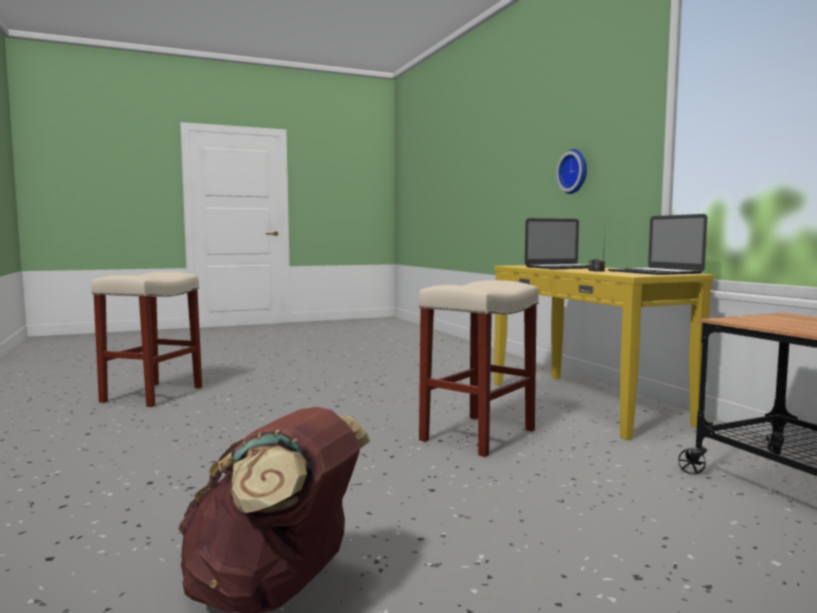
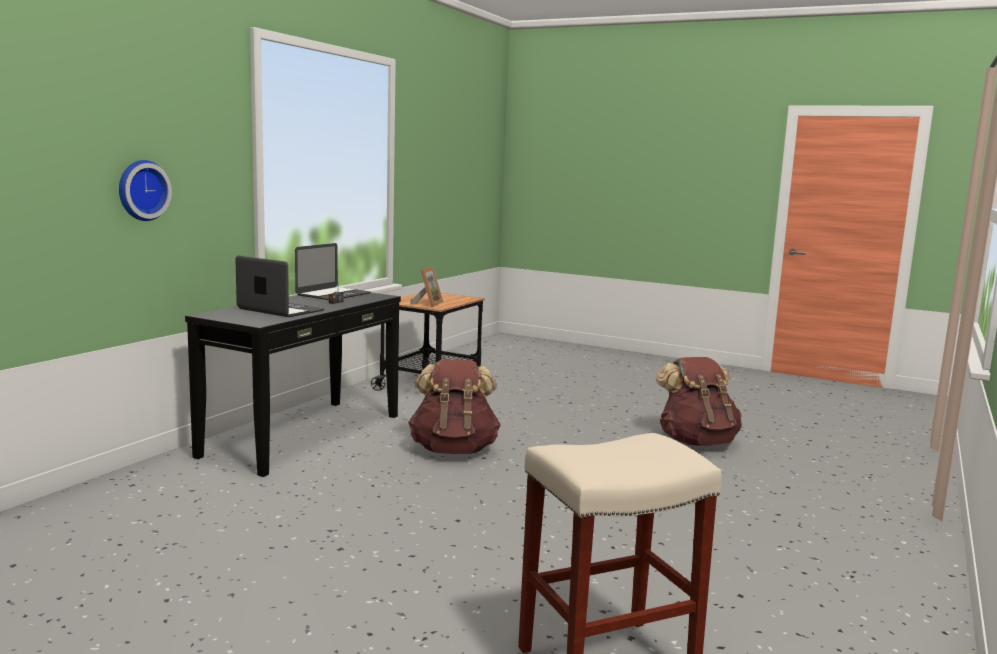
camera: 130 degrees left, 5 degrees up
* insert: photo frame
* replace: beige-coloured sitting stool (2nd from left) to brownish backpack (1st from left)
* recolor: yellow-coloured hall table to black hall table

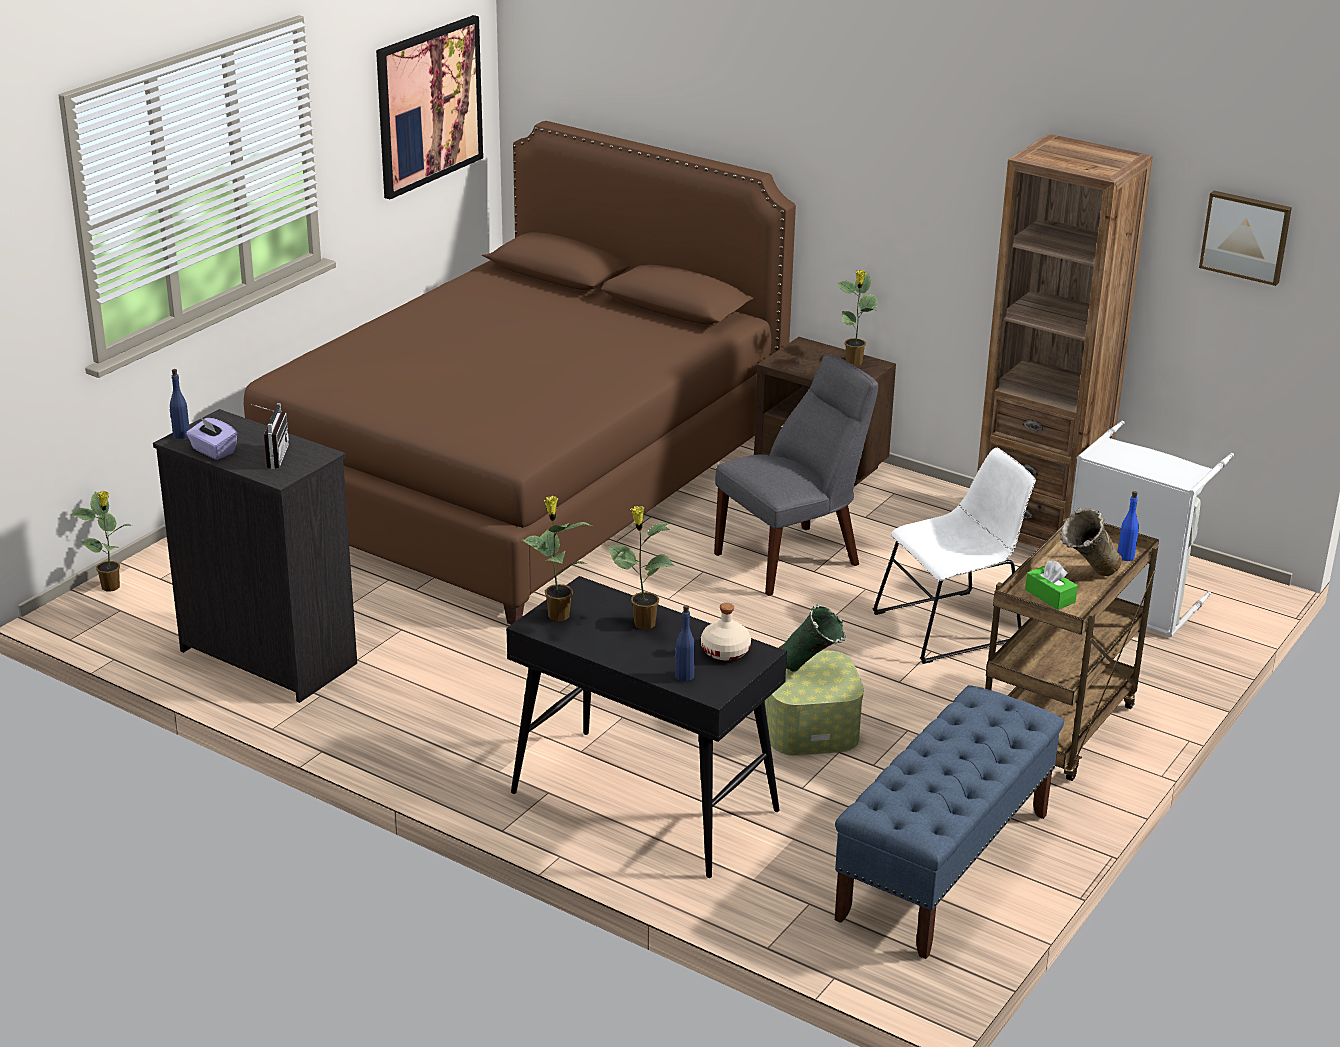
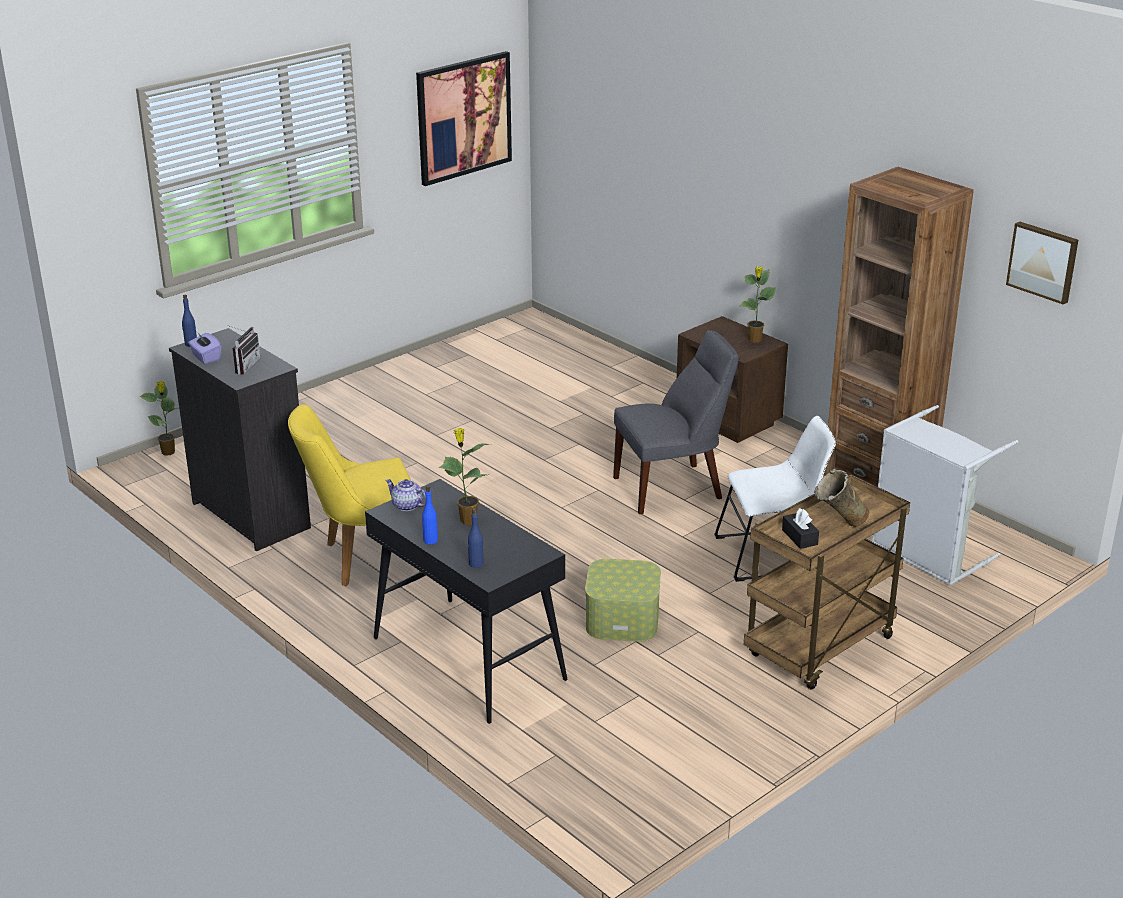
camera: 15 degrees right, 0 degrees up
* delete: brownish sleeping bed
* delete: beige-coloured beverage bottle
* delete: green vase
* delete: blue long seat
* insert: yellow-coloured chair
* move: blue beverage bottle (3rd from left in the first image) to blue beverage bottle (2nd from left)
* replace: houseplant (2nd from left) to tea pot
* recolor: green tissue holder to black tissue holder

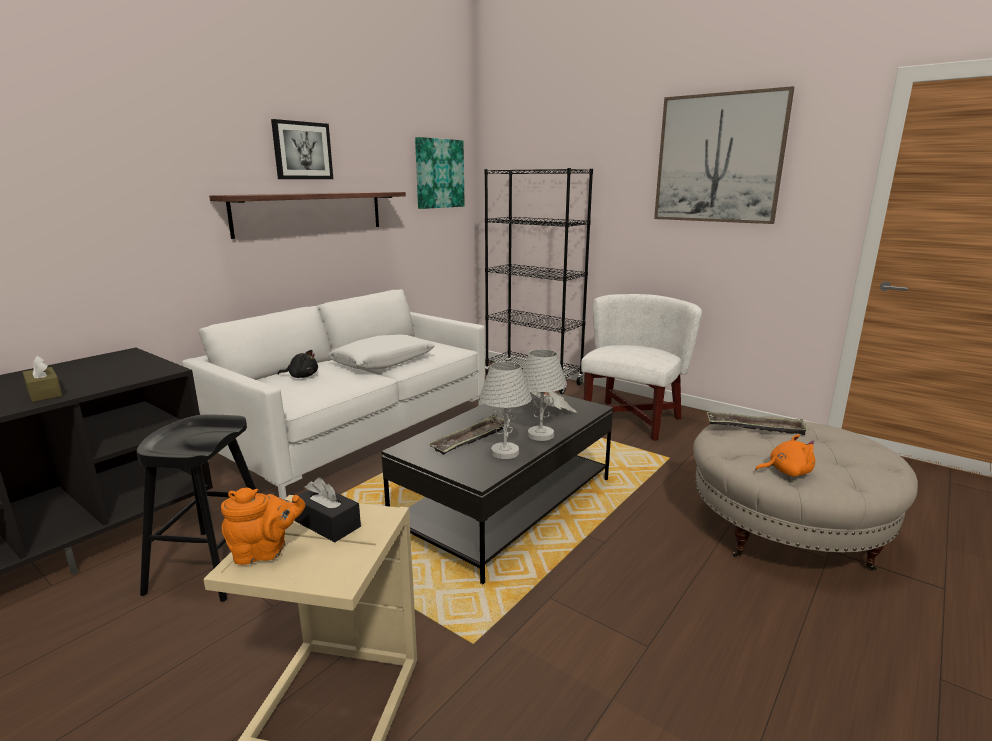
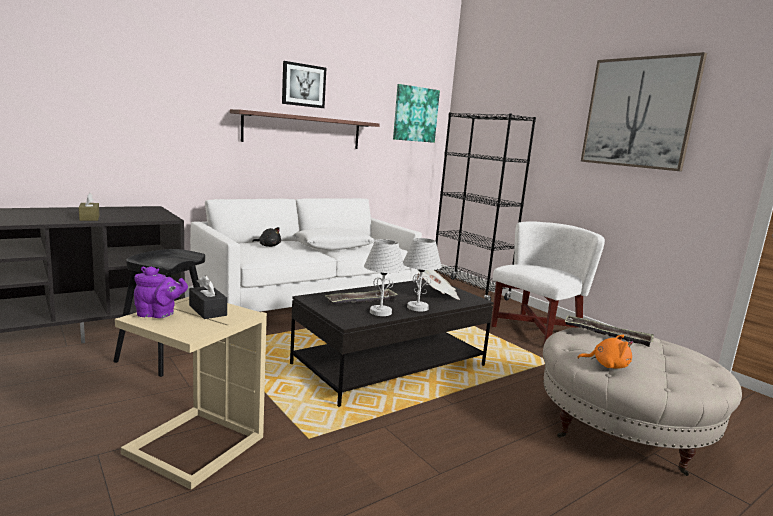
camera: 15 degrees right, 5 degrees down
* recolor: orange tea pot to purple-coloured tea pot

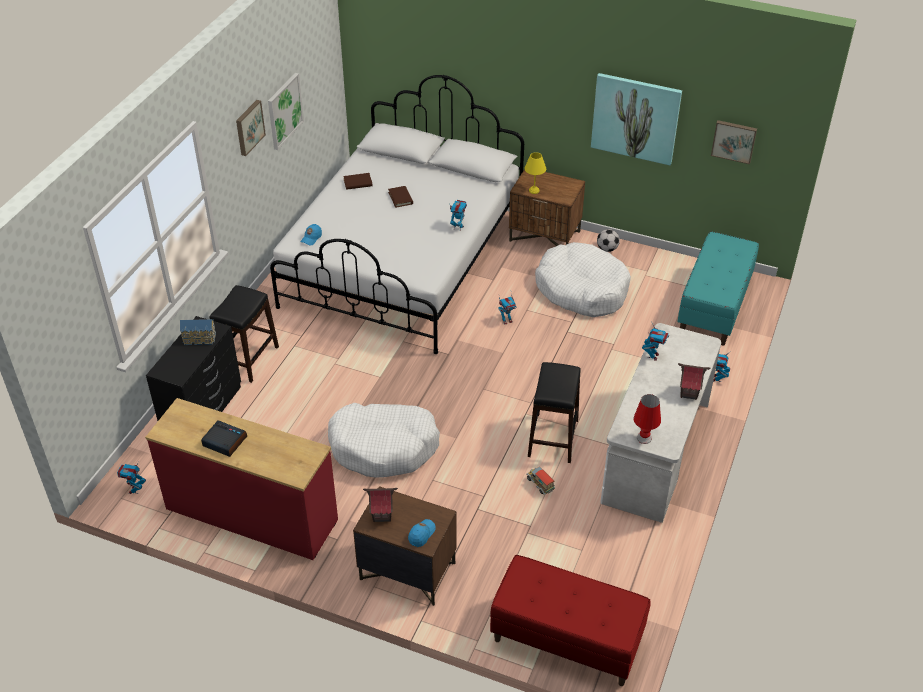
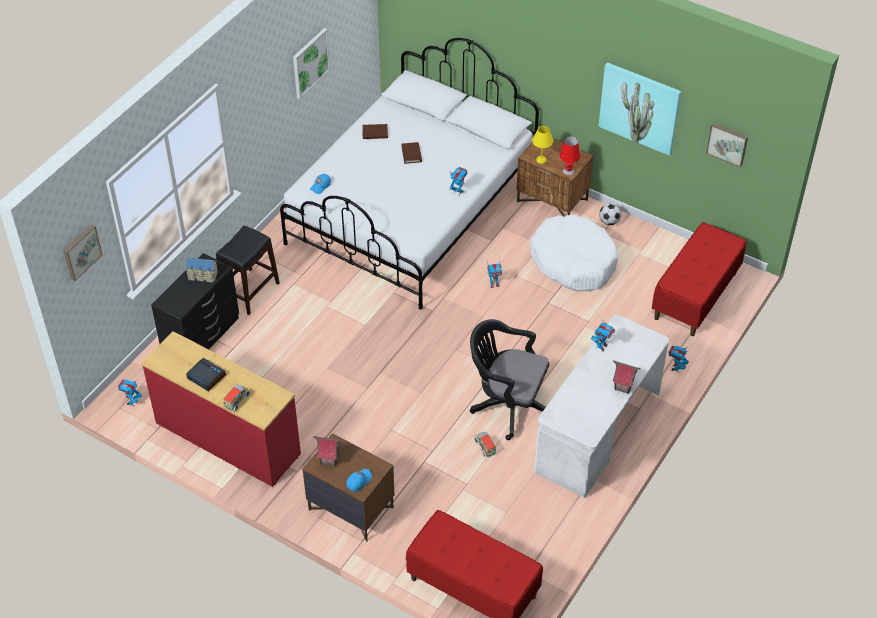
camera: 10 degrees right, 5 degrees up
* delete: white-coloured dog cushion (1st from left)
* insert: toy lorry (1st from left)
* move: picture (1st from left)
* move: reddish table lamp
* replace: black sitting stool (2nd from left) to black computer chair
* recolor: turquoise long seat to reddish long seat (2nd from left)

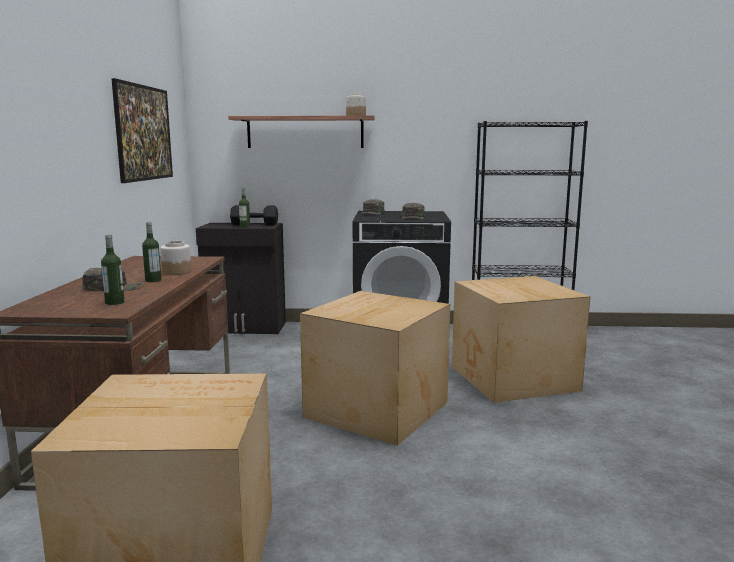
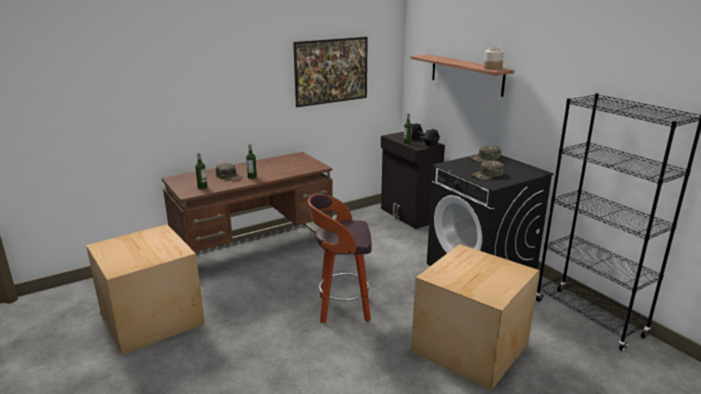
camera: 55 degrees right, 10 degrees up
* delete: jar (1st from left)
* replace: packing box (2nd from left) to sitting stool

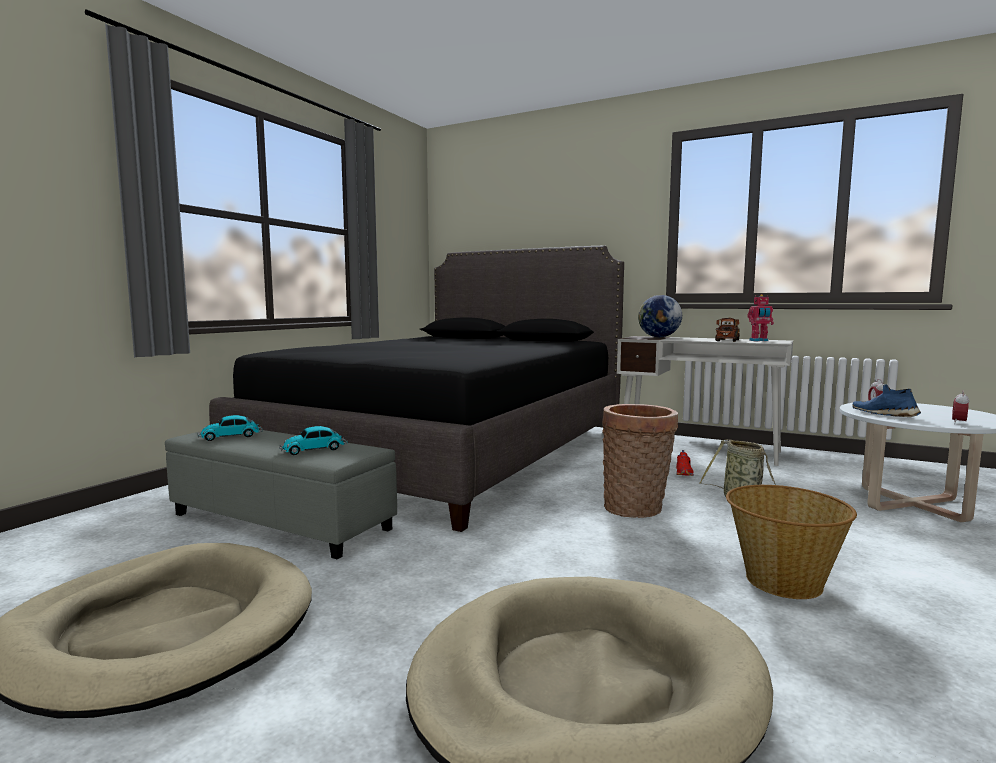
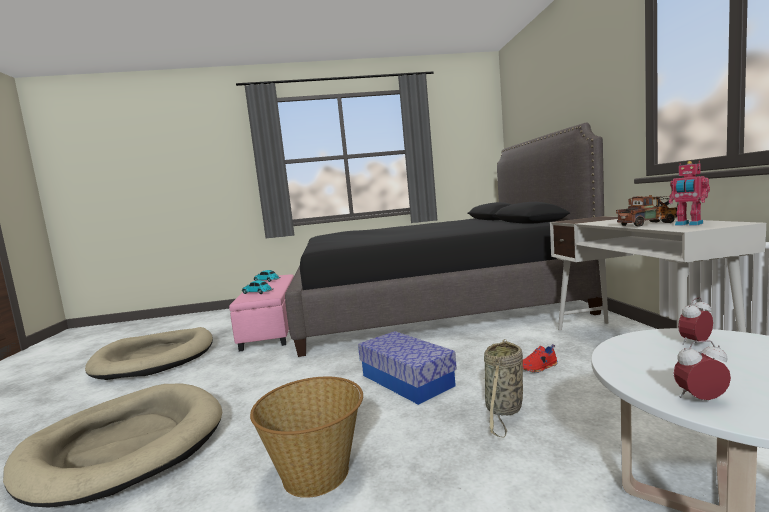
camera: 55 degrees right, 0 degrees up
* delete: globe
* delete: blue low shoe
* replace: basket (1st from left) to storage box
* recolor: greyish footrest to pinkish footrest

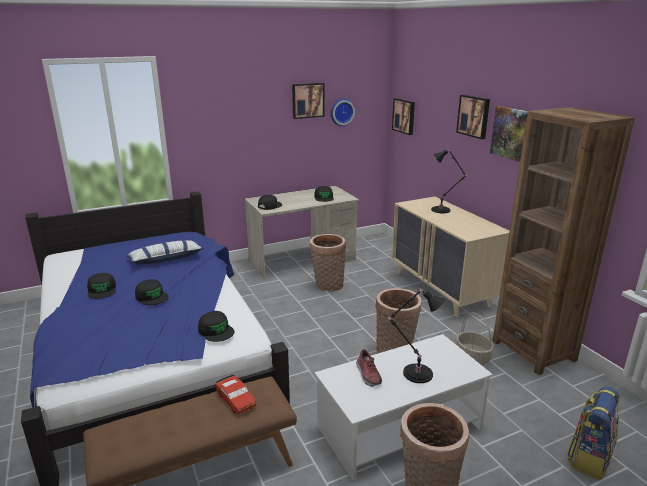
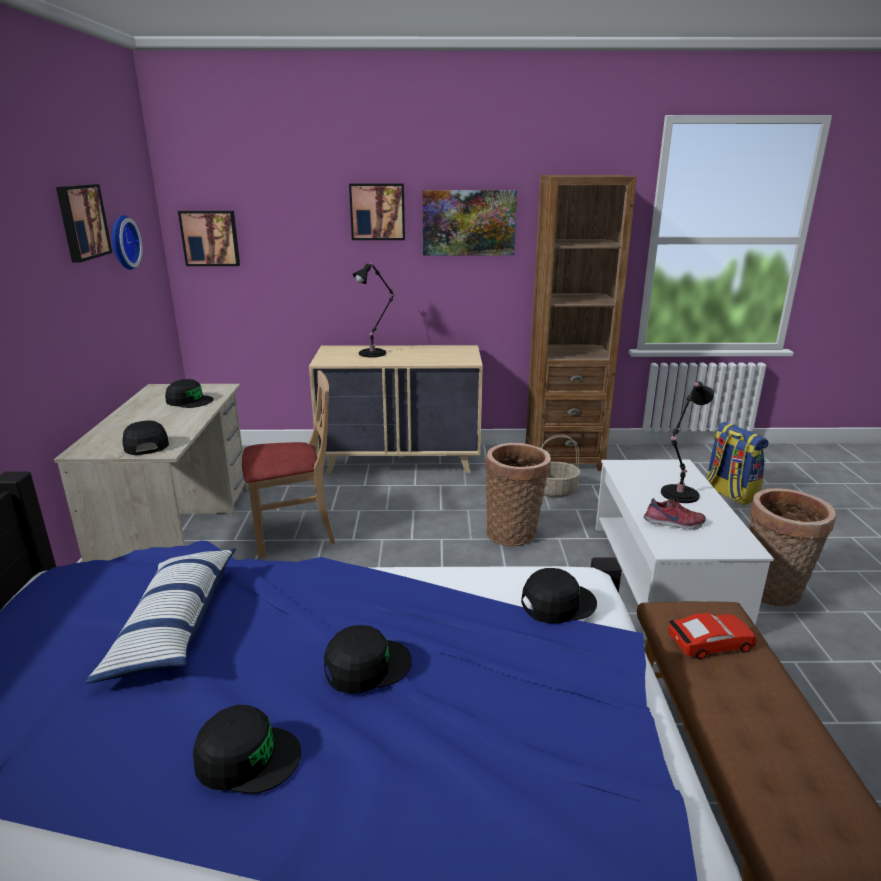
camera: 65 degrees left, 0 degrees up
* replace: basket (1st from left) to beige-coloured chair

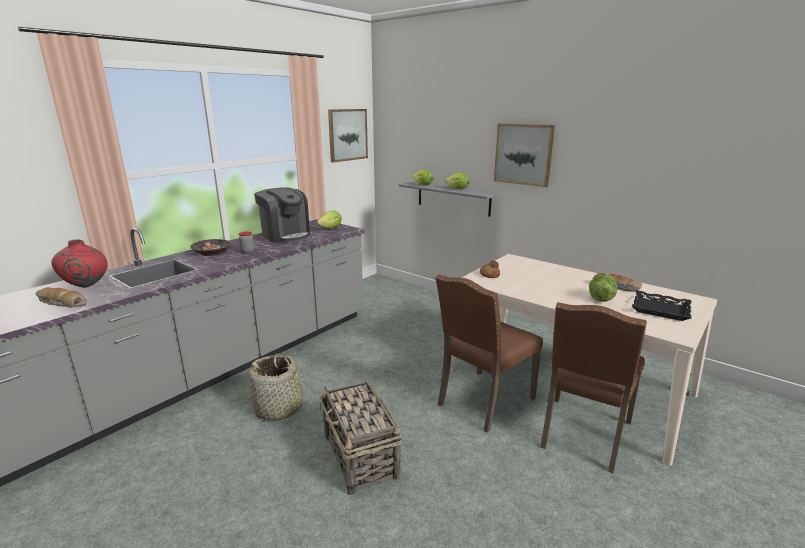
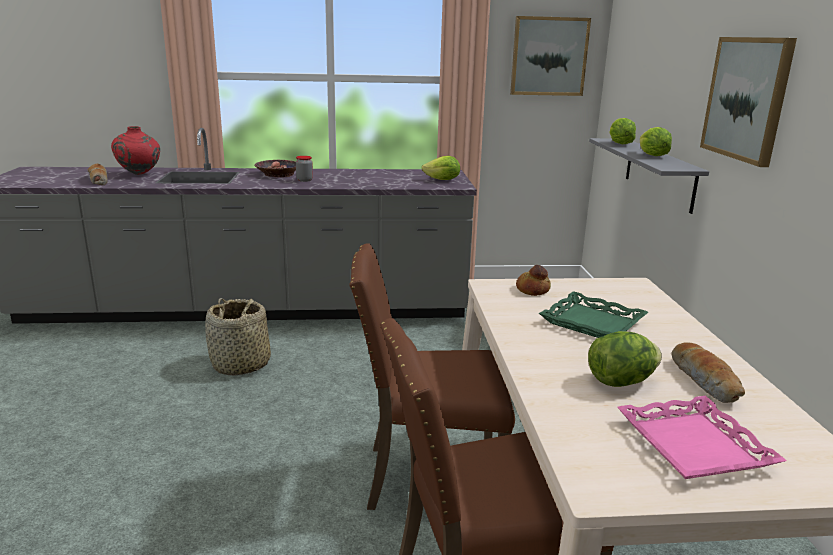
camera: 45 degrees right, 0 degrees up
* delete: coffee brewer
* delete: basket (2nd from left)
* insert: green serving tray
* recolor: black serving tray to pinkish serving tray

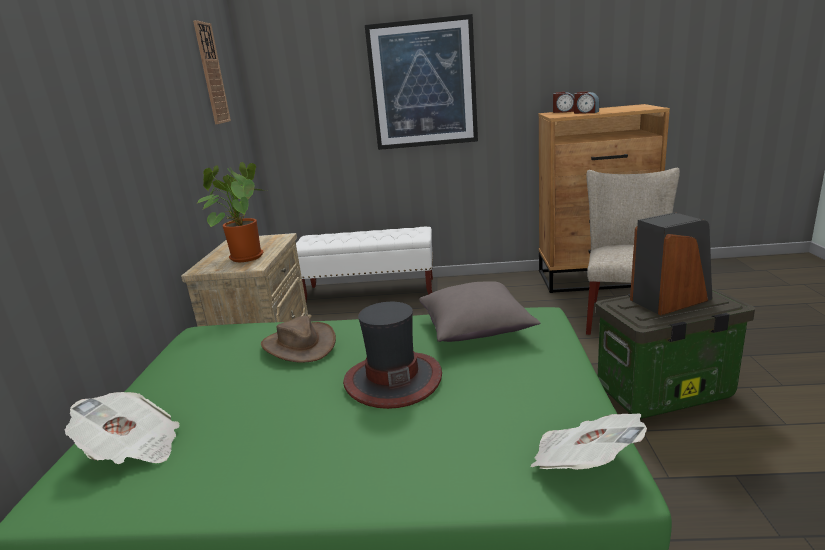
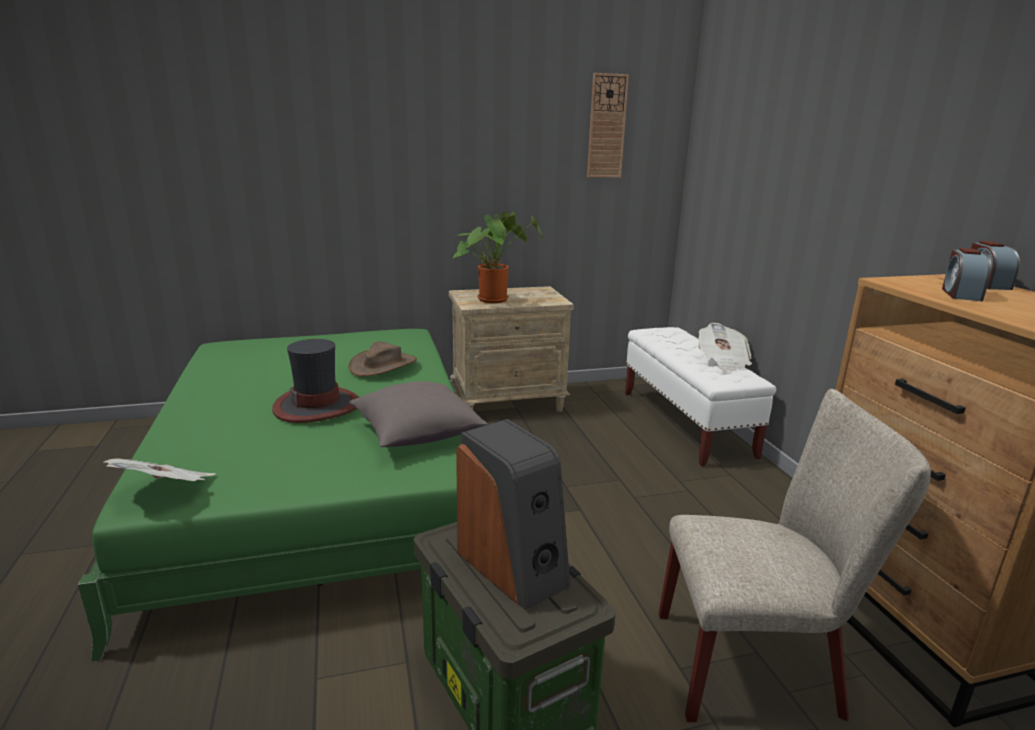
camera: 70 degrees right, 0 degrees up
* delete: picture
* move: printed paper (1st from left in the first image) to printed paper (2nd from left)

